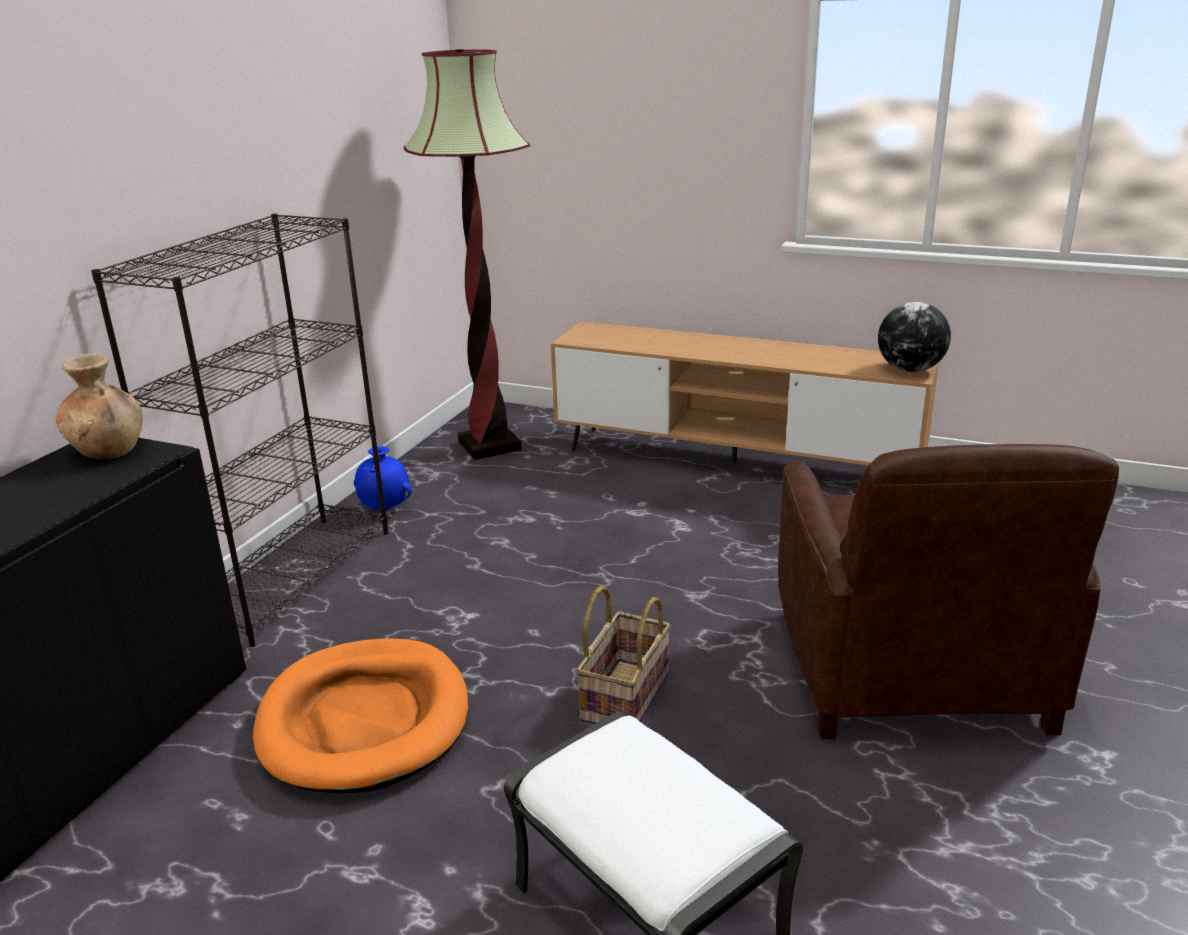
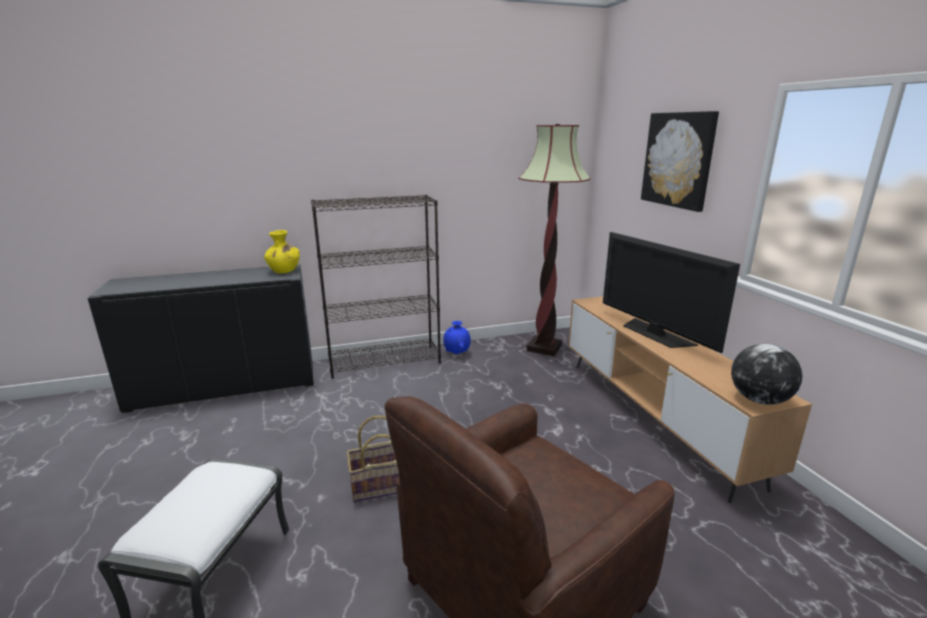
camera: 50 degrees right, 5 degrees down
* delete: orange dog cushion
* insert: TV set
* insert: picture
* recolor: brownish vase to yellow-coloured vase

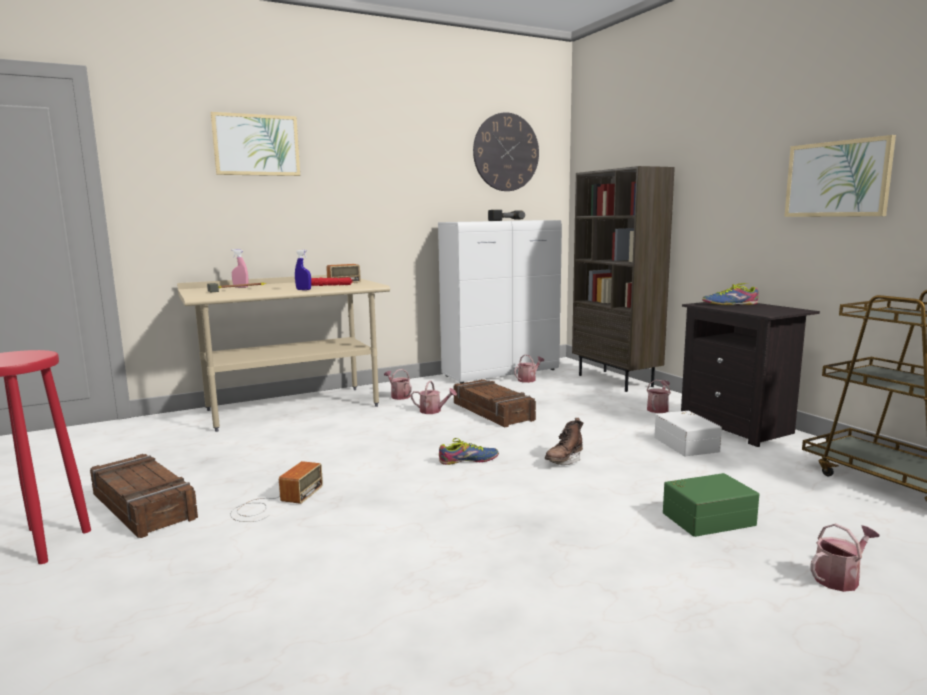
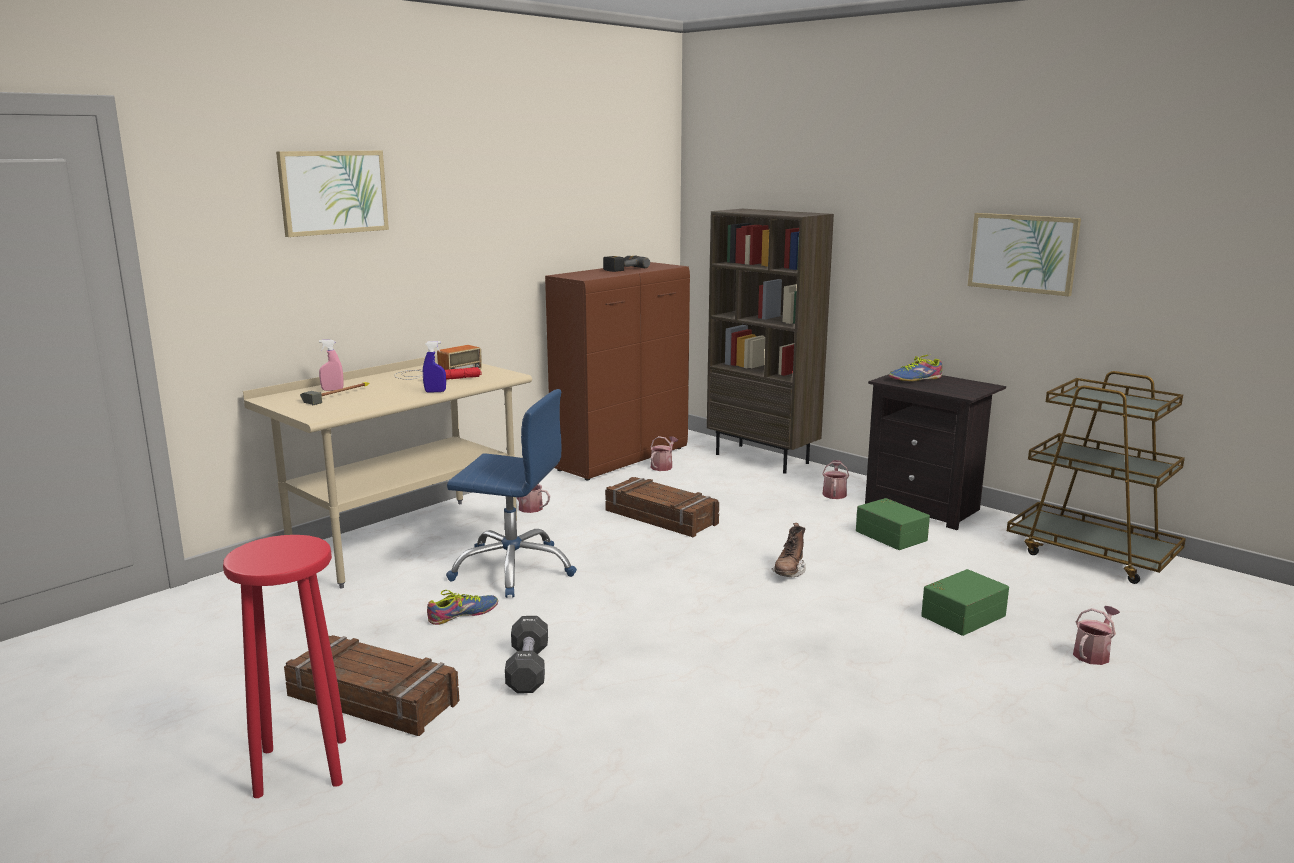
camera: 20 degrees left, 5 degrees up
* delete: watering pot (2nd from left)
* delete: clock on the wall
* insert: blue computer chair
* move: low shoe (1st from left)
* replace: radio (1st from left) to black hand weight
* recolor: white-coloured storage cabinet to brownish storage cabinet
* recolor: white-coloured storage box to green storage box (1st from left)

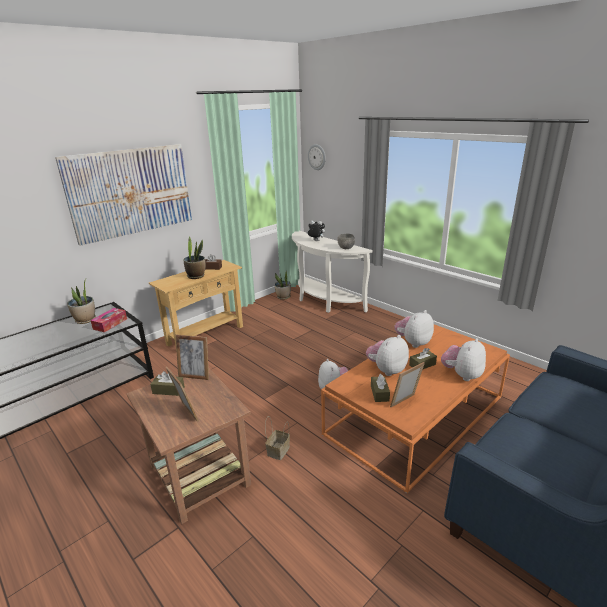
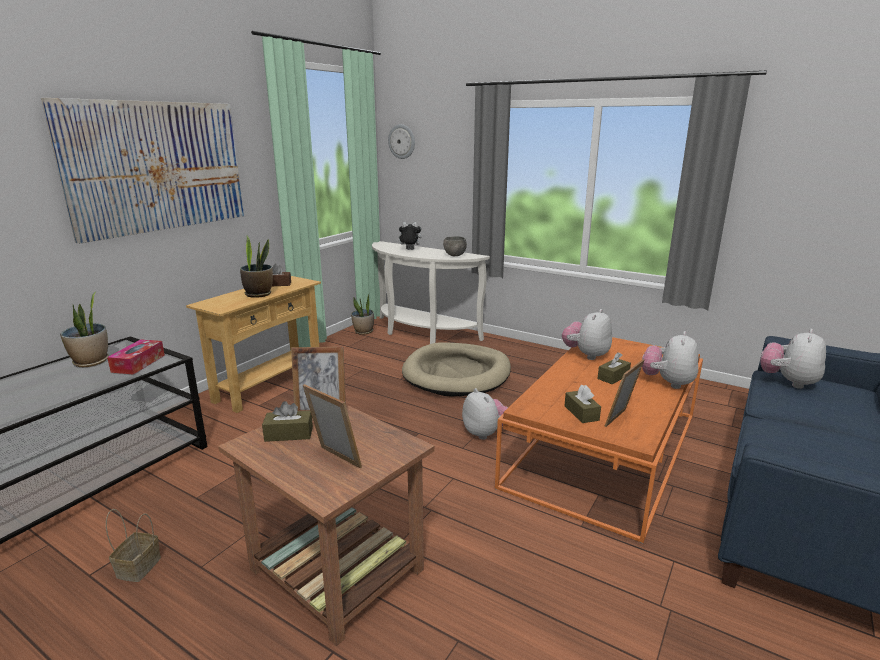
camera: 15 degrees left, 5 degrees down
* insert: beige-coloured dog cushion
* move: basket
* move: plush toy (3rd from left in the first image) to plush toy (5th from left)

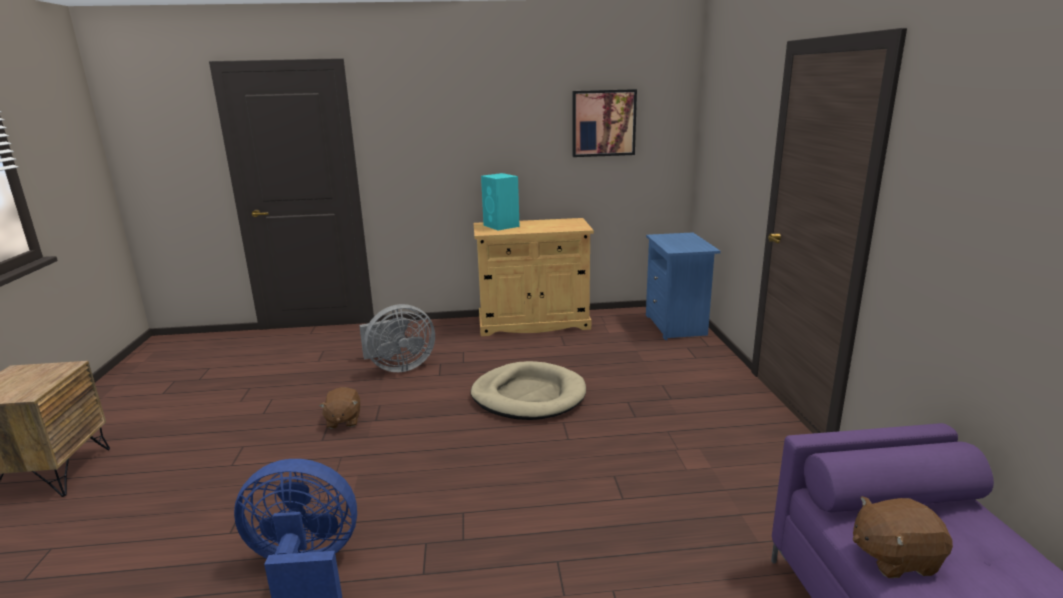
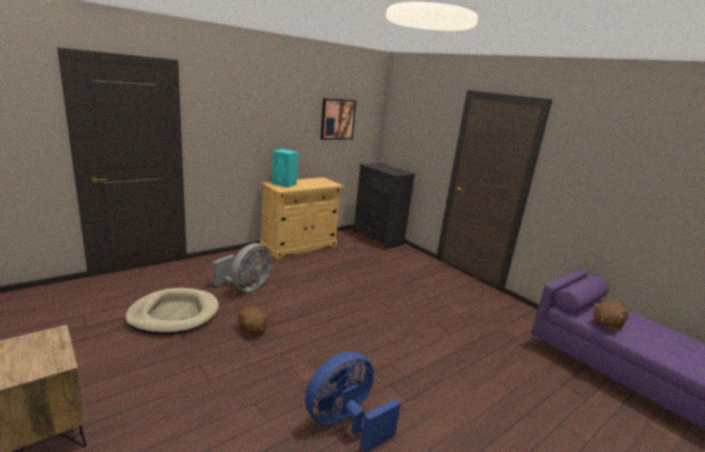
camera: 35 degrees left, 0 degrees up
* move: beige-coloured dog cushion
* replace: blue nightstand to black dresser

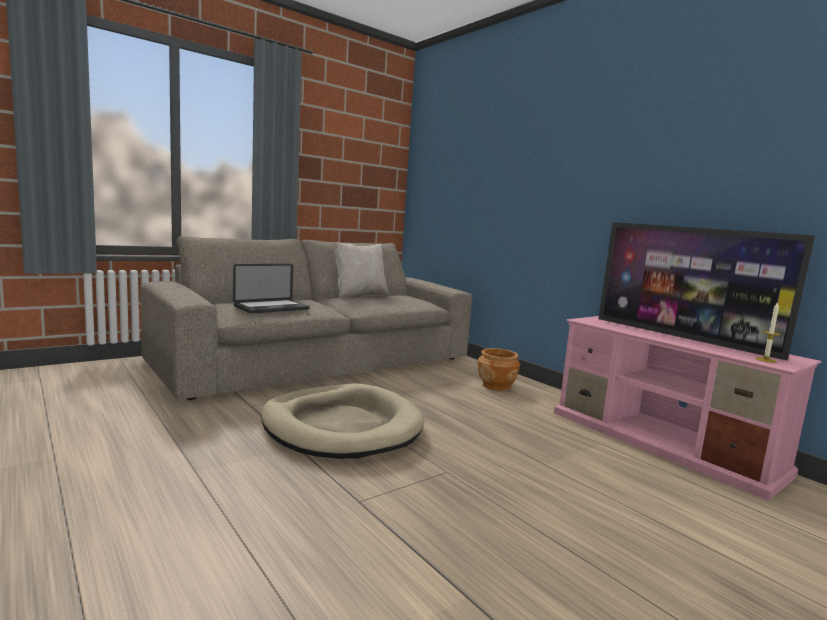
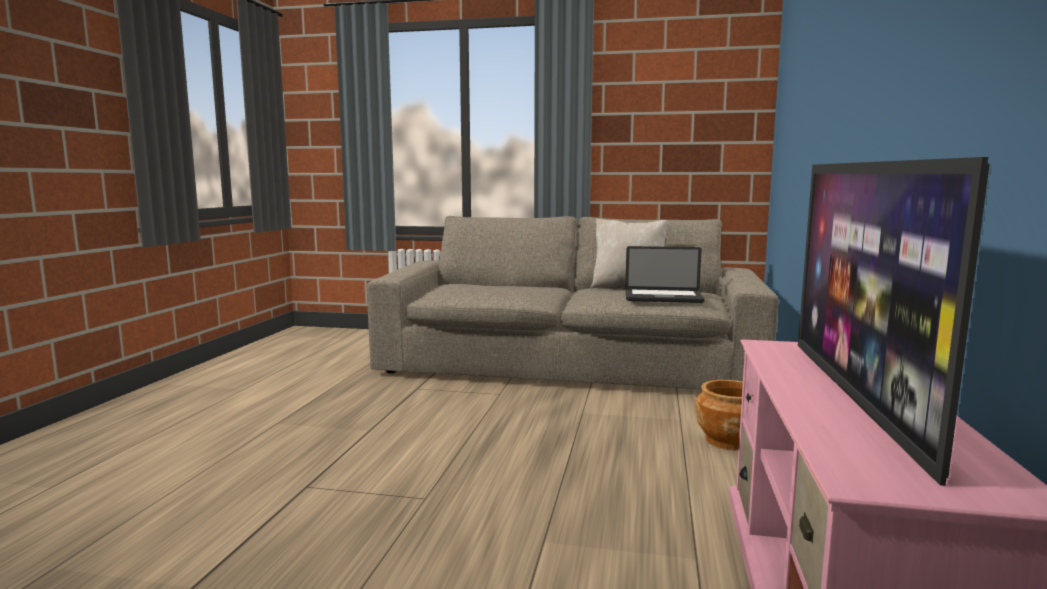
camera: 50 degrees right, 0 degrees up
* delete: beige-coloured dog cushion
* delete: wax candle
* move: portable computer

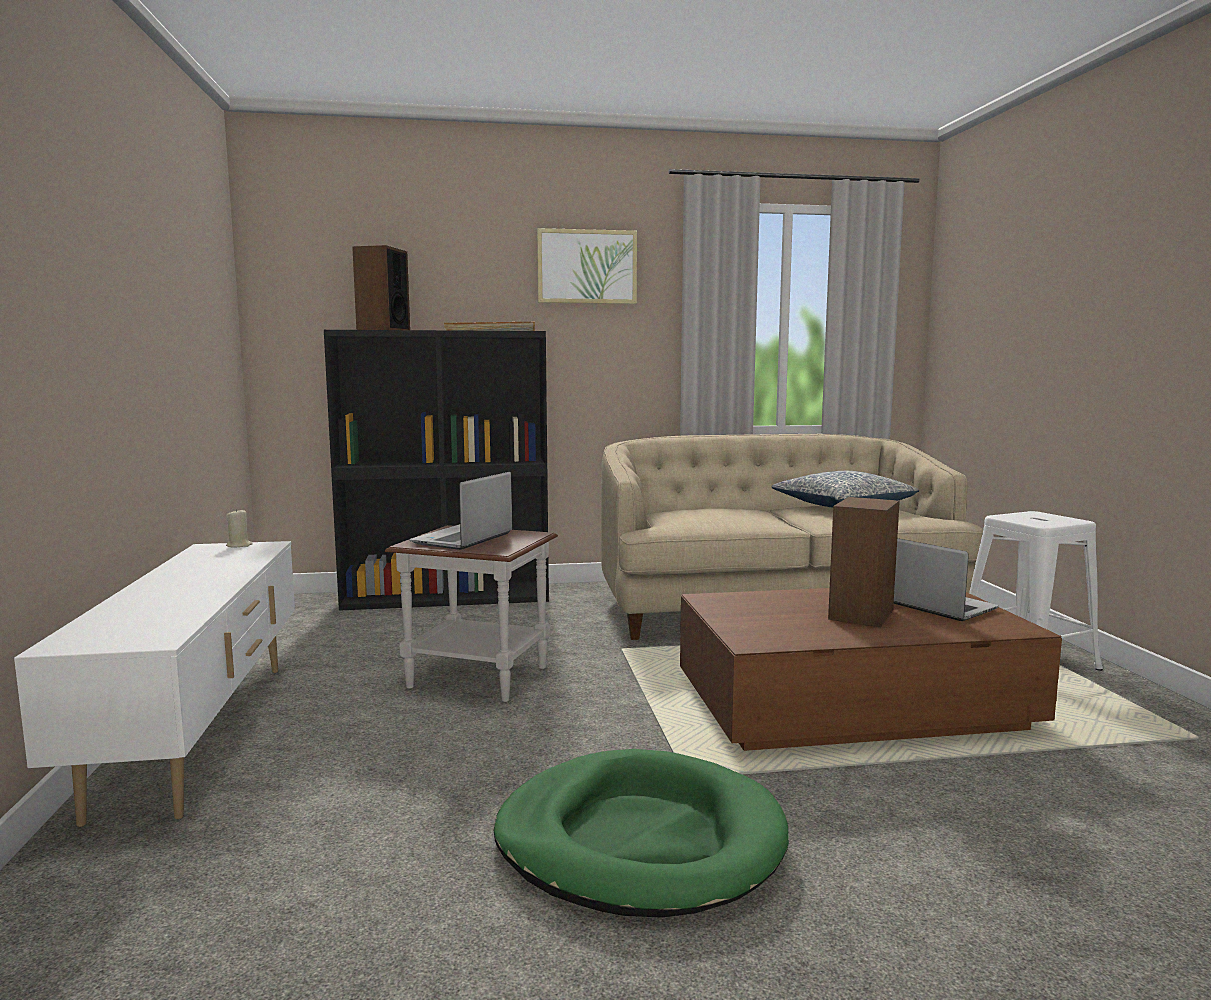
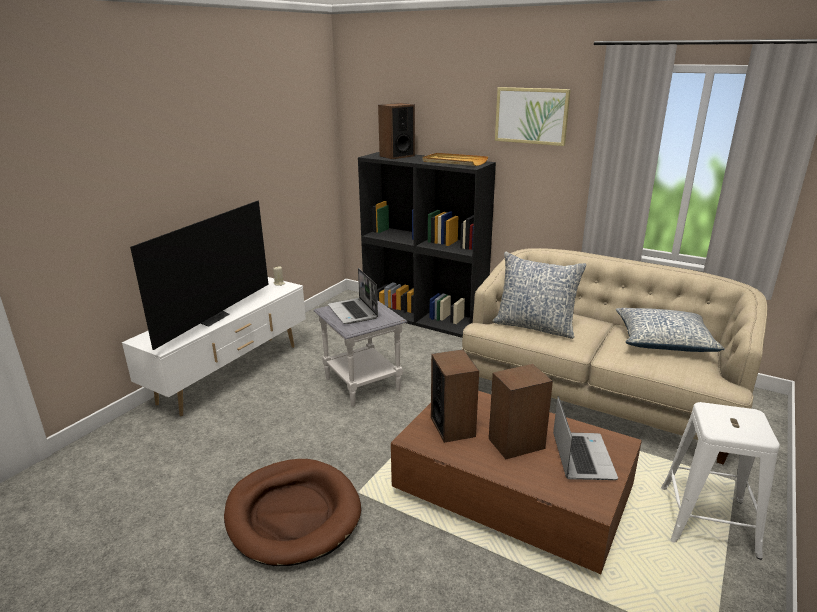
camera: 40 degrees right, 15 degrees up
* insert: TV set
* insert: speaker (2nd from left)
* insert: throw pillow (1st from left)
* recolor: brownish accent table to greyish accent table
* recolor: green dog cushion to brownish dog cushion
* rotate: portable computer (1st from left) 90 degrees counterclockwise

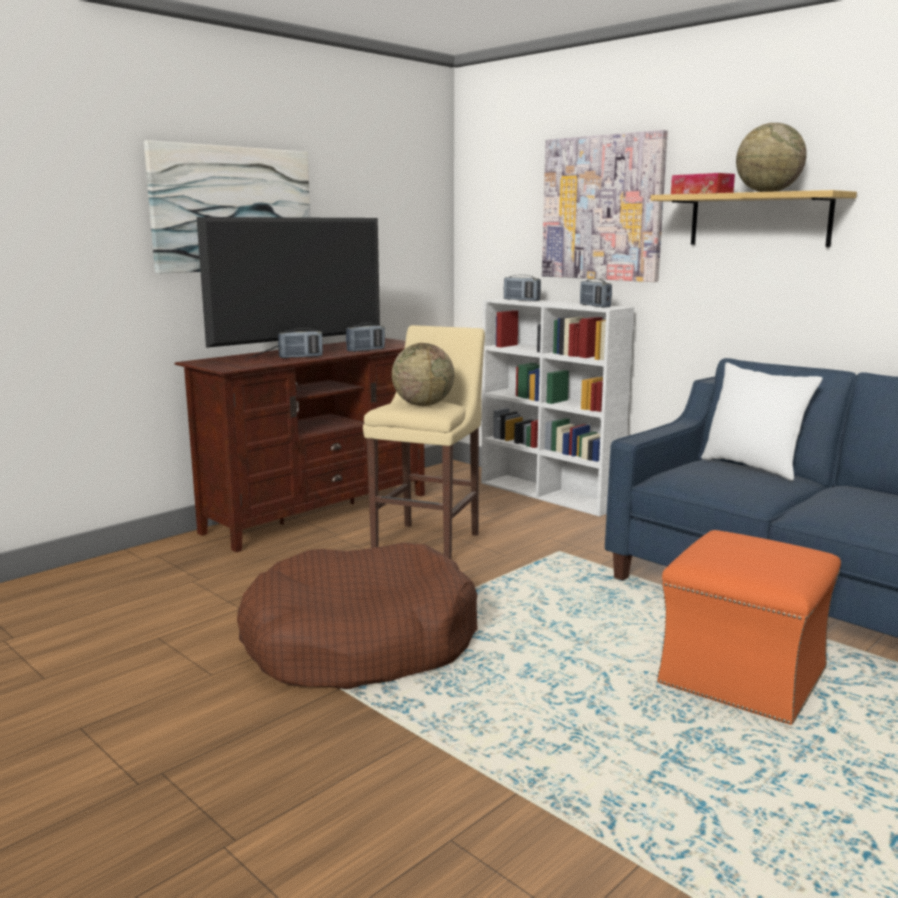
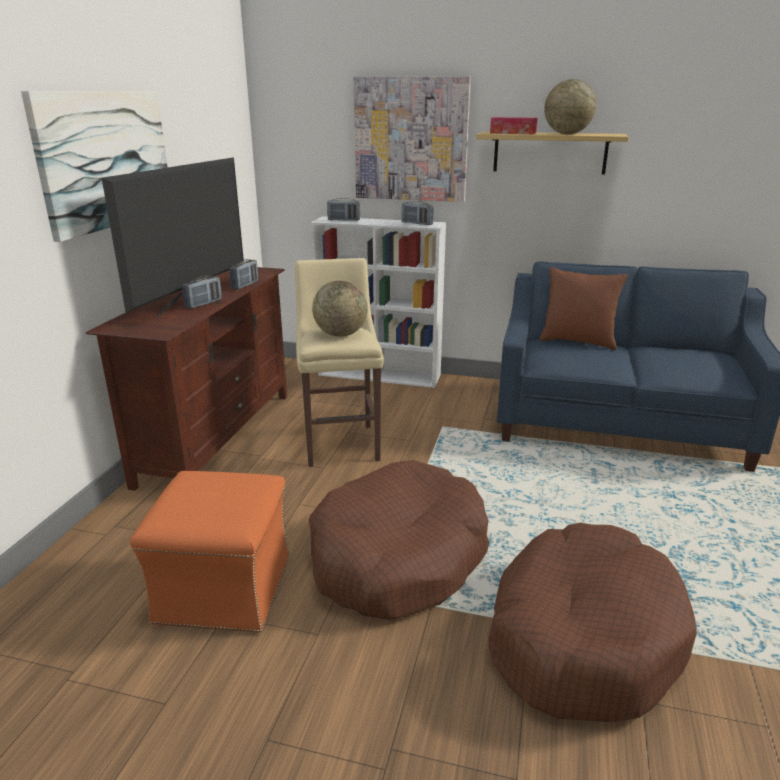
camera: 30 degrees left, 10 degrees up
* insert: brownish dog cushion (2nd from left)
* move: orange footrest
* recolor: white-coloured throw pillow to brownish throw pillow

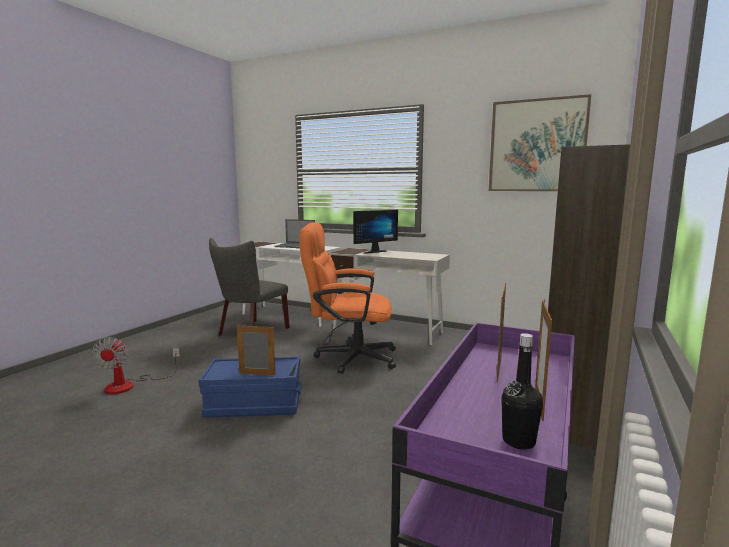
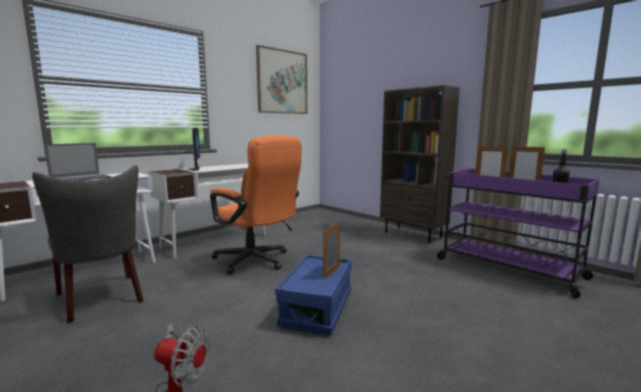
camera: 70 degrees left, 0 degrees up
* rotate: orange computer chair 75 degrees counterclockwise

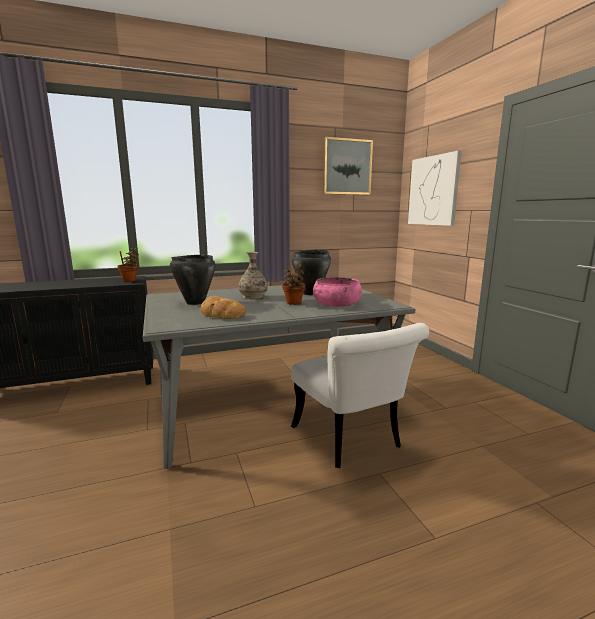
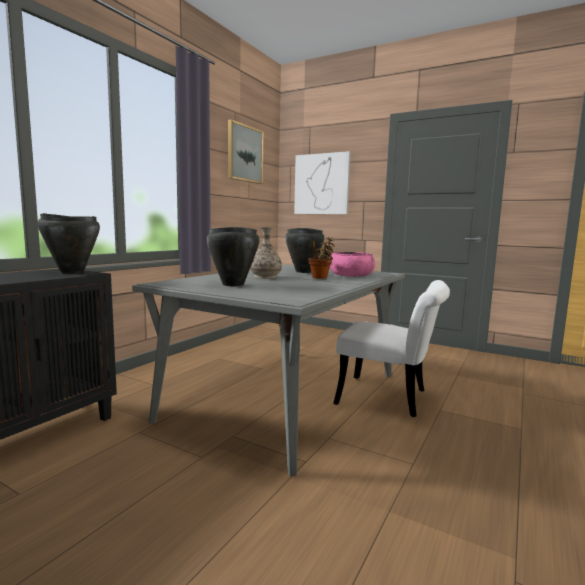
camera: 40 degrees left, 5 degrees down
* delete: baked bread
* replace: houseplant (1st from left) to black stockpot (1st from left)

